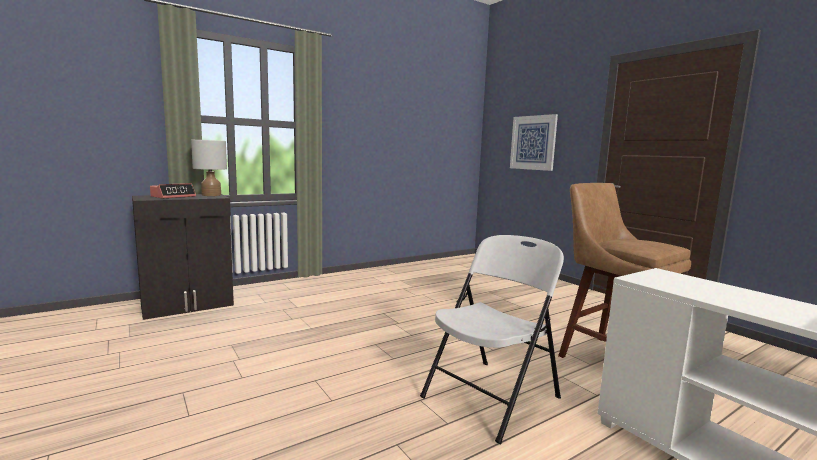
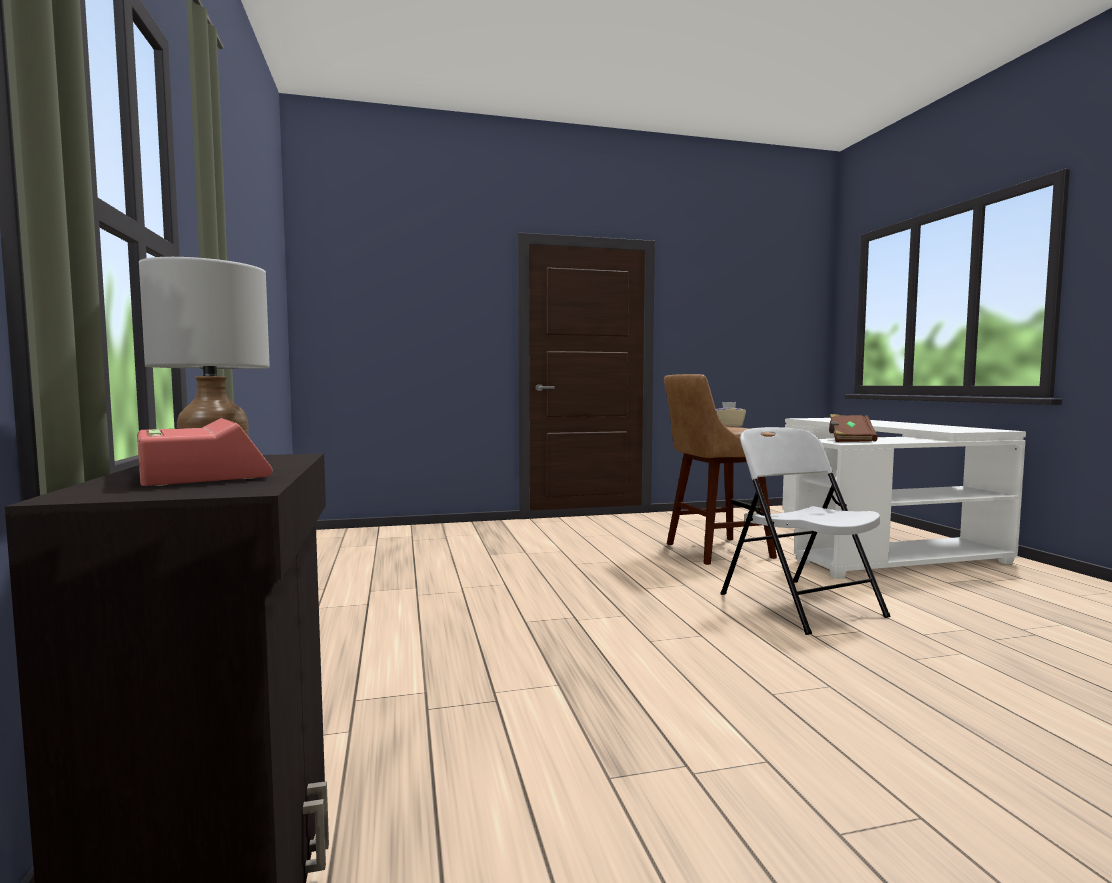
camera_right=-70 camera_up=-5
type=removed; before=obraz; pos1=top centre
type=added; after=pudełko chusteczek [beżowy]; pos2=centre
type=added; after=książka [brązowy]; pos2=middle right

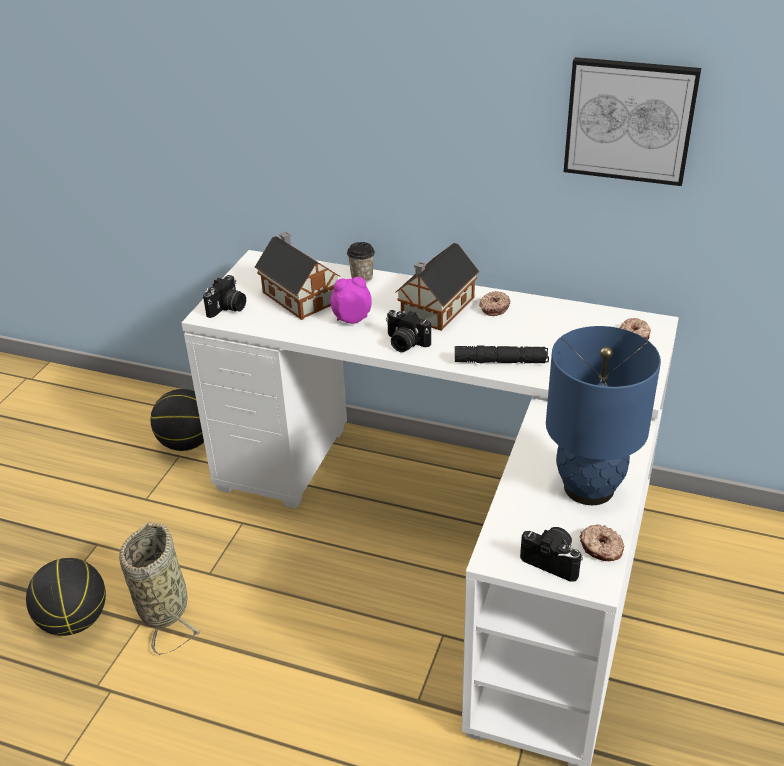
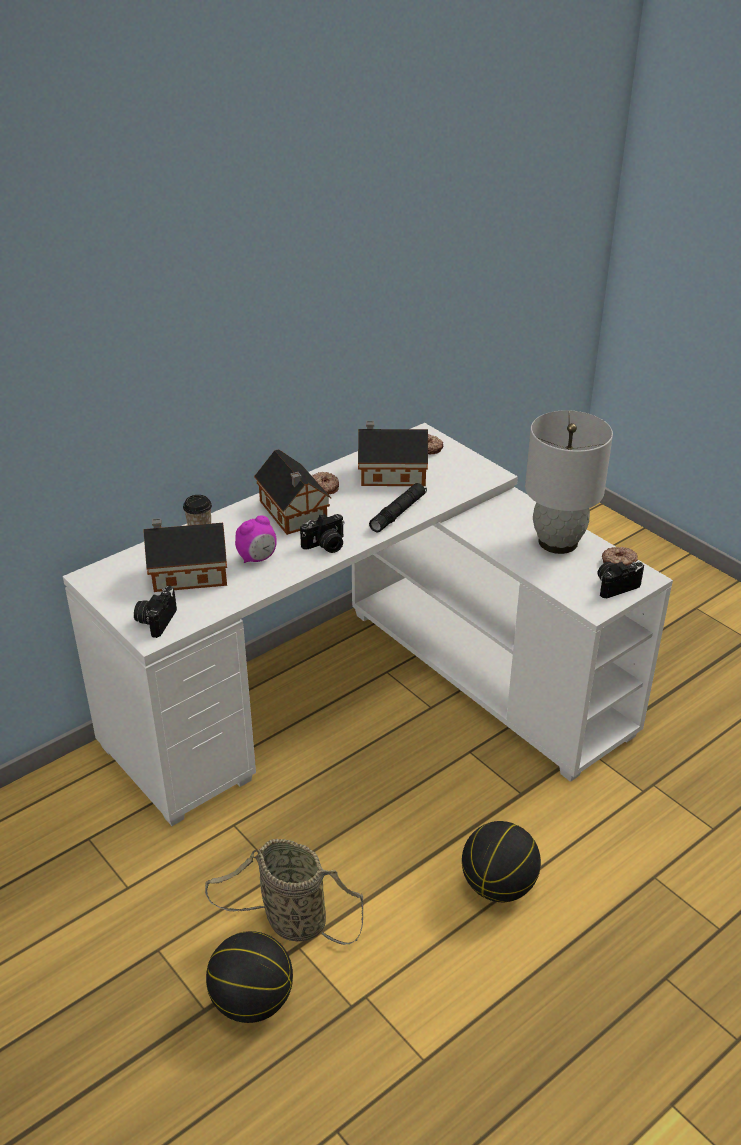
camera_right=-60 camera_up=0
type=removed; before=obraz; pos1=top right
type=turned; before=aparat fotograficzny (1st from left); pos1=middle left; pos2=middle left; turn=-135
type=turned; before=budzik; pos1=centre; pos2=centre; turn=-150
type=recoloured; before=lampa stołowa [niebieski]; after=lampa stołowa [biały]; pos1=middle right; pos2=middle right
type=moved; before=piłka do koszykówki (2nd from left); pos1=middle left; pos2=bottom right
type=added; after=domek (3rd from left); pos2=centre

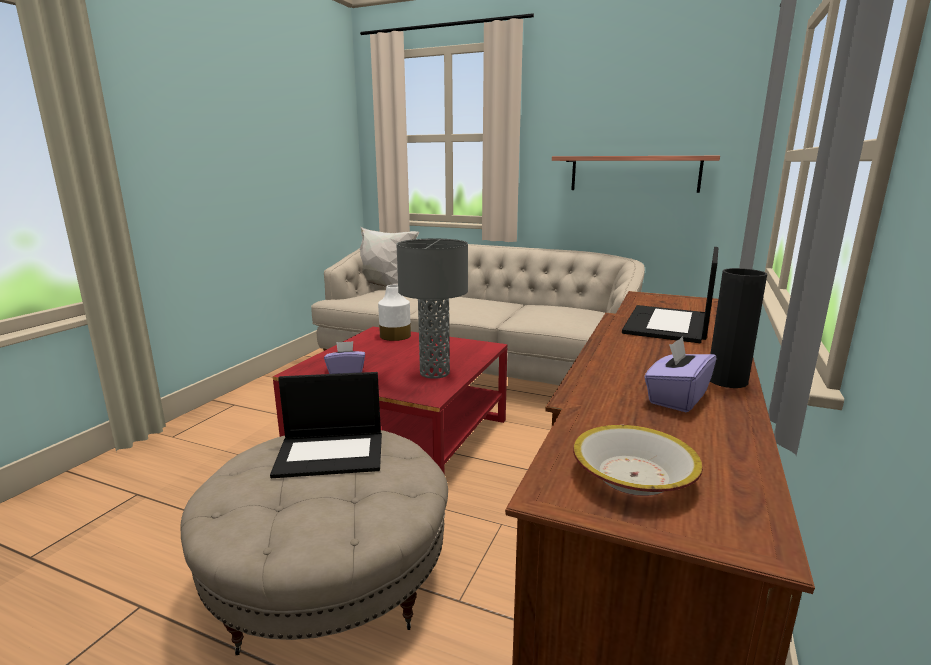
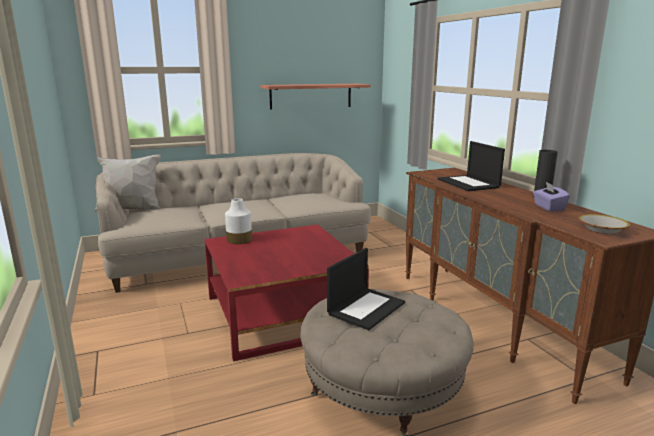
camera_right=-45 camera_up=0
type=removed; before=lampa stołowa [szary]; pos1=centre
type=removed; before=pudełko chusteczek [fioletowy] (1st from left); pos1=centre

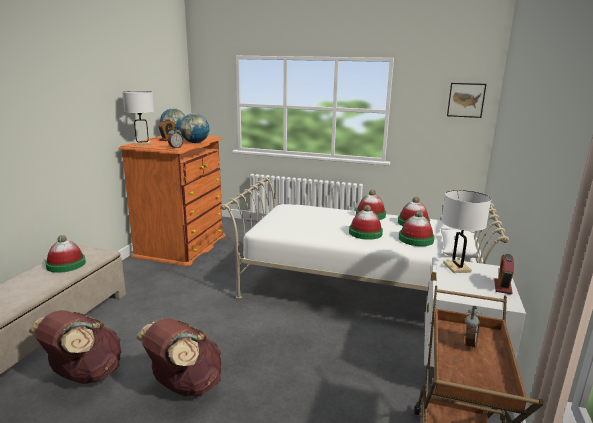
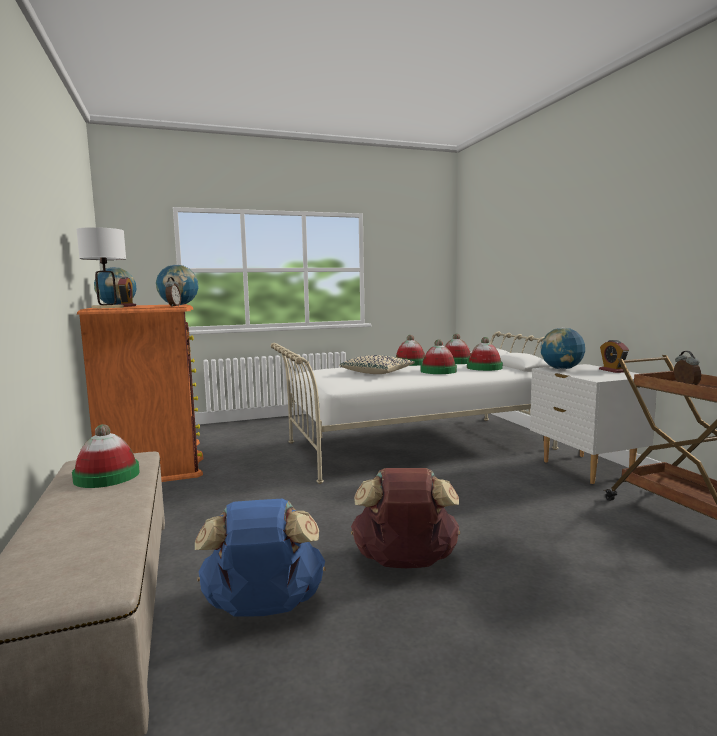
camera_right=-35 camera_up=-10
type=removed; before=obraz; pos1=top right
type=replaced; before=lampa stołowa [biały] (2nd from left); after=globus (3rd from left); pos1=middle right; pos2=middle right
type=recoloured; before=plecak [brązowy] (1st from left); after=plecak [niebieski]; pos1=bottom left; pos2=bottom centre
type=added; after=poduszka [beżowy]; pos2=centre

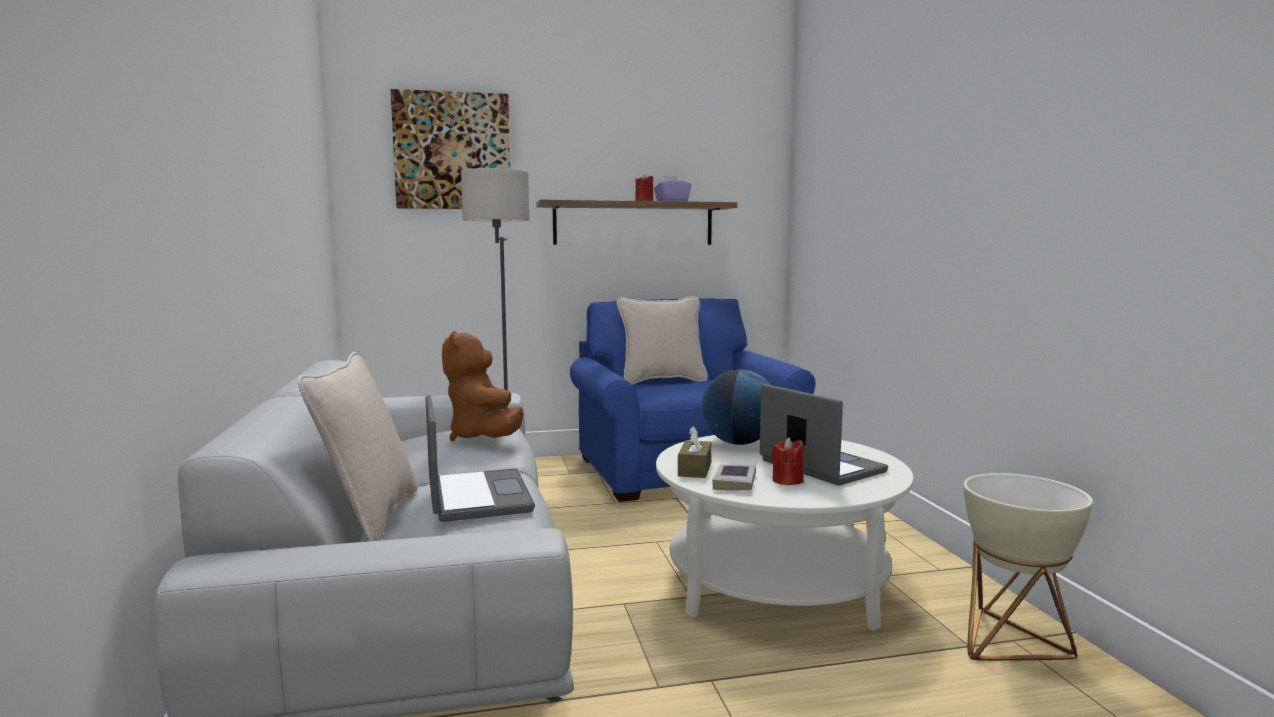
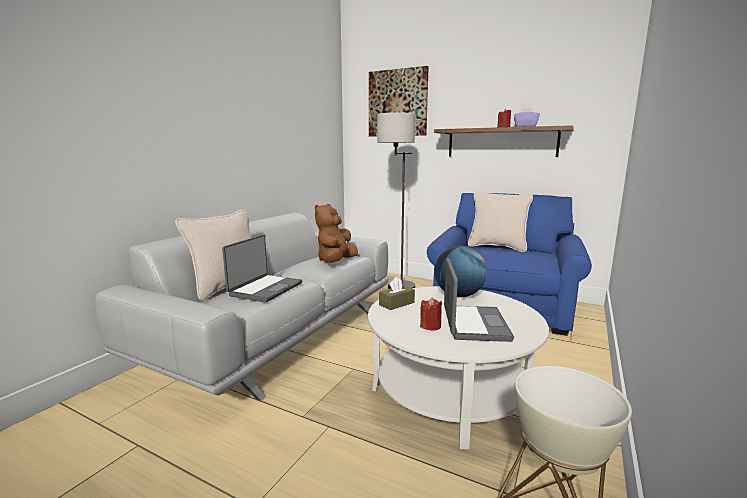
camera_right=40 camera_up=5
type=removed; before=książka; pos1=centre

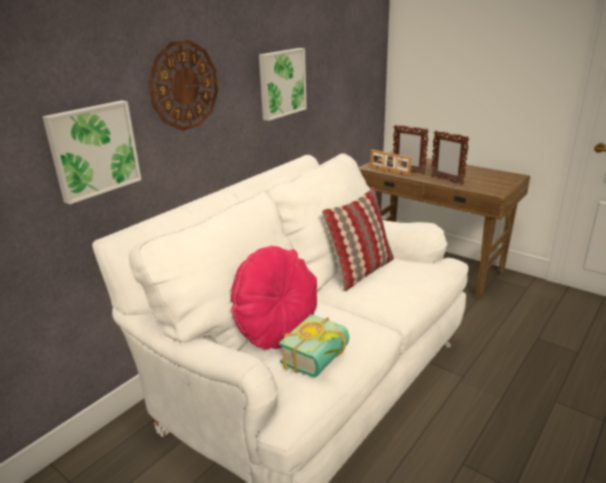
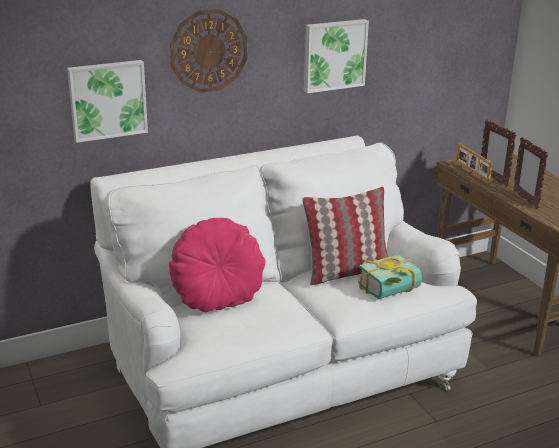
camera_right=25 camera_up=0
type=moved; before=książka; pos1=bottom centre; pos2=middle right

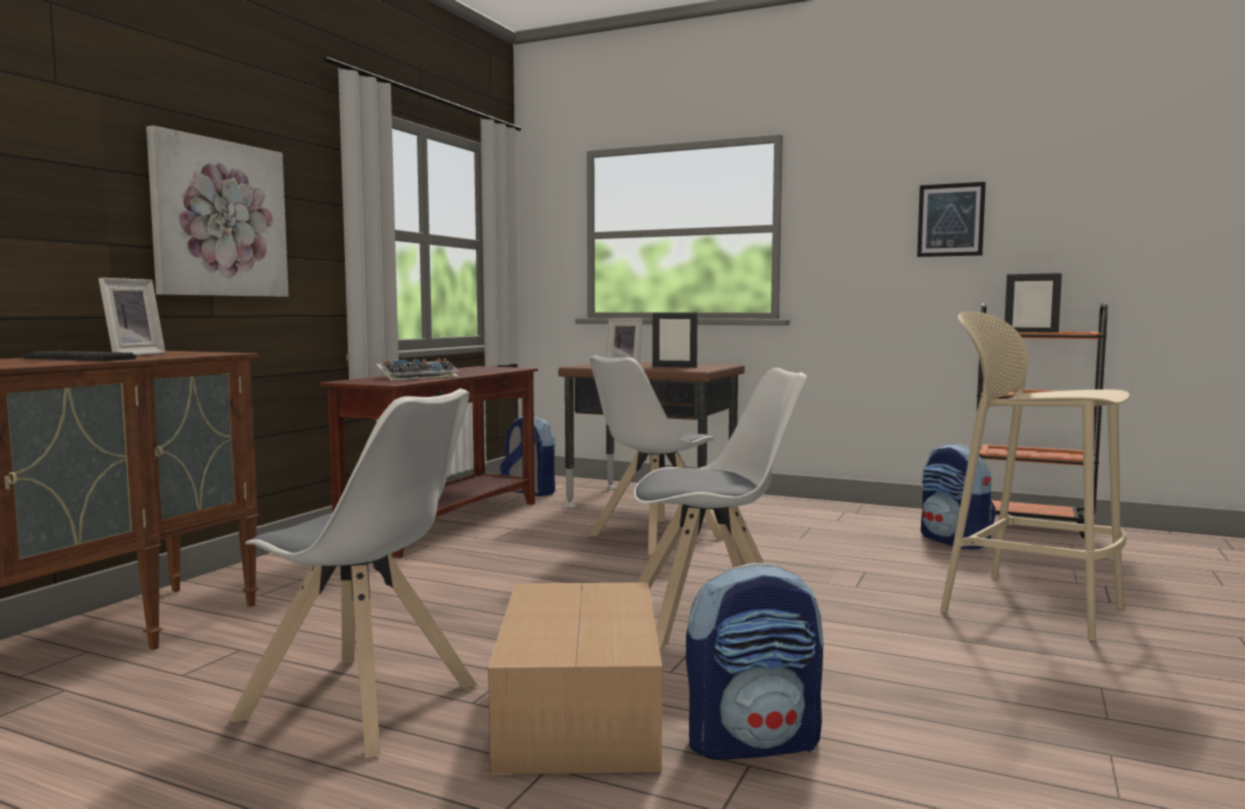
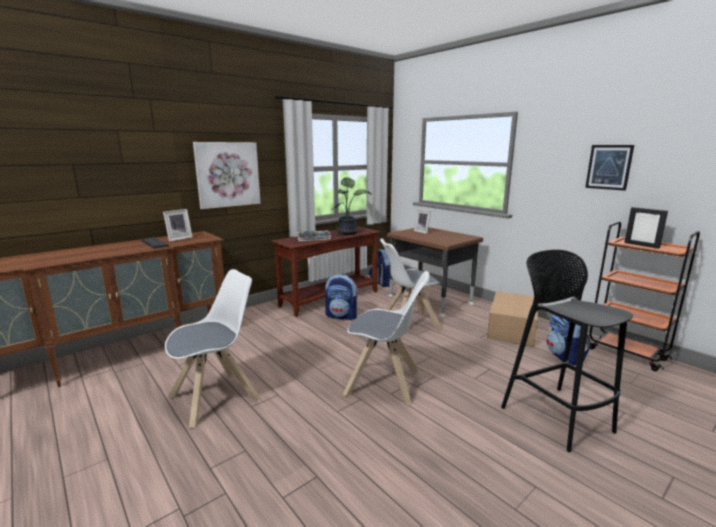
camera_right=25 camera_up=10
type=recoloured; before=stołek [beżowy]; after=stołek [czarny]; pos1=middle right; pos2=middle right
type=removed; before=ramka na zdjęcie (3rd from left); pos1=centre
type=turned; before=krzesło (1st from left); pos1=bottom left; pos2=middle left; turn=-90
type=moved; before=plecak (2nd from left in the first image); after=plecak (1st from left); pos1=bottom centre; pos2=centre
type=moved; before=karton; pos1=bottom centre; pos2=middle right
type=added; after=roślina doniczkowa; pos2=centre

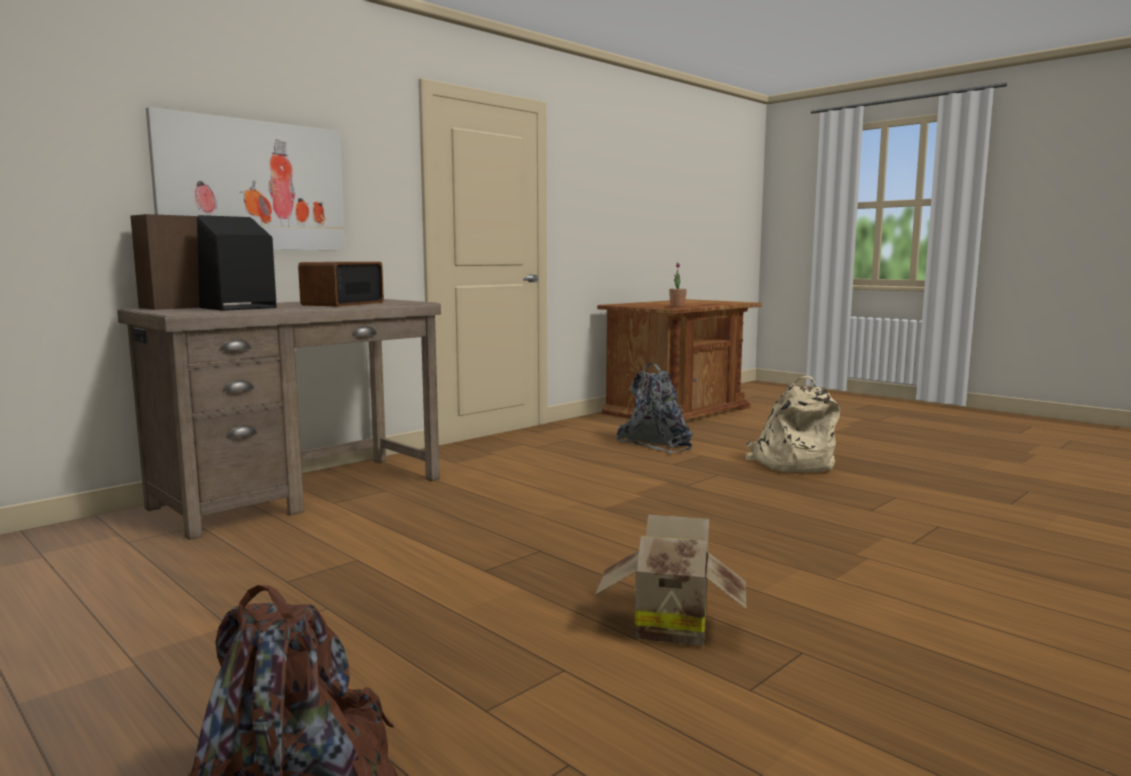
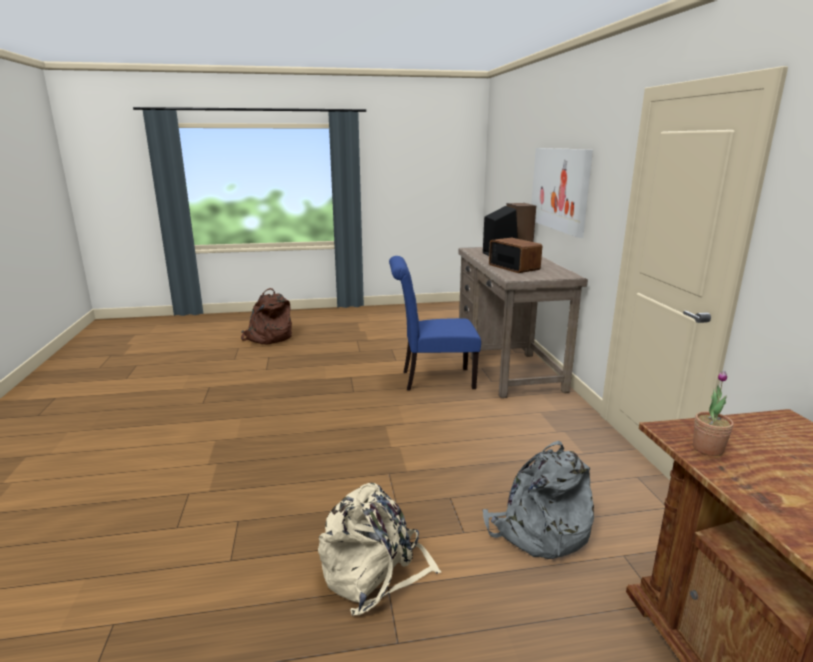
camera_right=125 camera_up=10
type=removed; before=karton; pos1=bottom centre
type=added; after=krzesło [niebieski]; pos2=centre

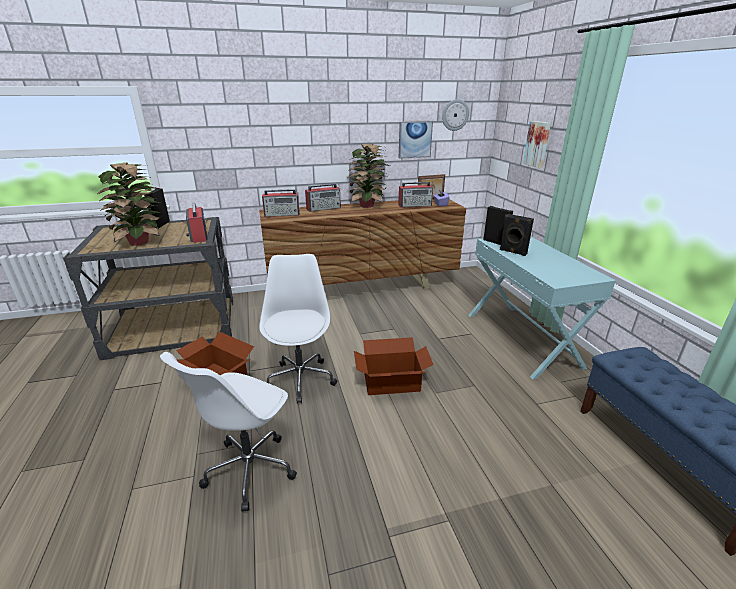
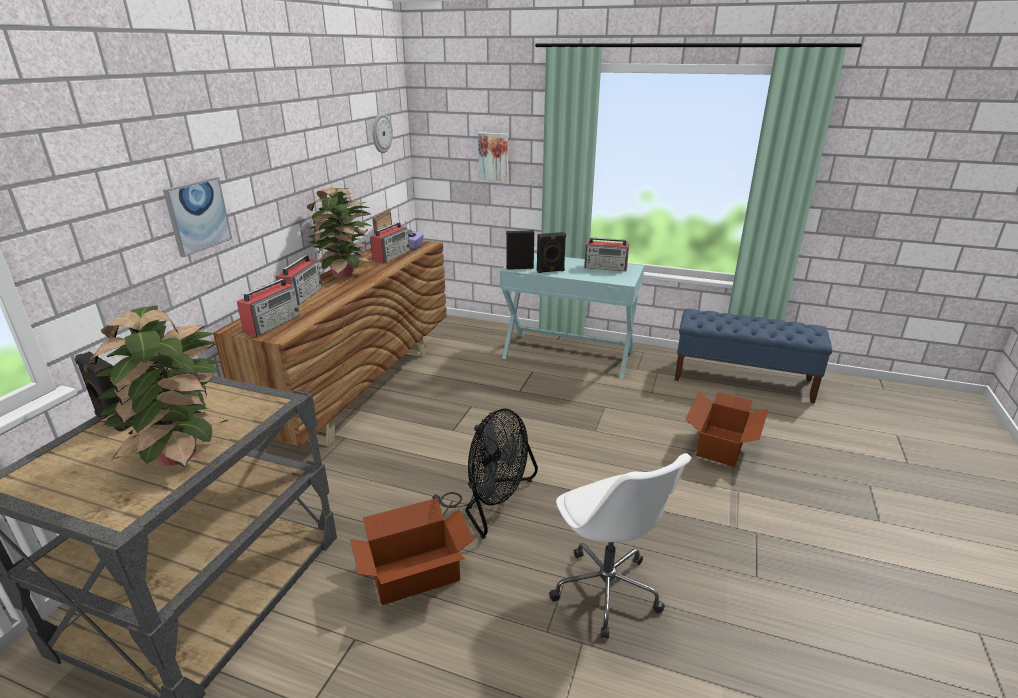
camera_right=-55 camera_up=0
type=moved; before=obraz (1st from left); pos1=top centre; pos2=top left
type=moved; before=radio (1st from left in the first image); after=radio (4th from left); pos1=middle left; pos2=centre
type=replaced; before=krzesło biurowe [biały] (2nd from left); after=wentylator [czarny]; pos1=centre; pos2=bottom centre
type=moved; before=karton (2nd from left); pos1=centre; pos2=middle right

